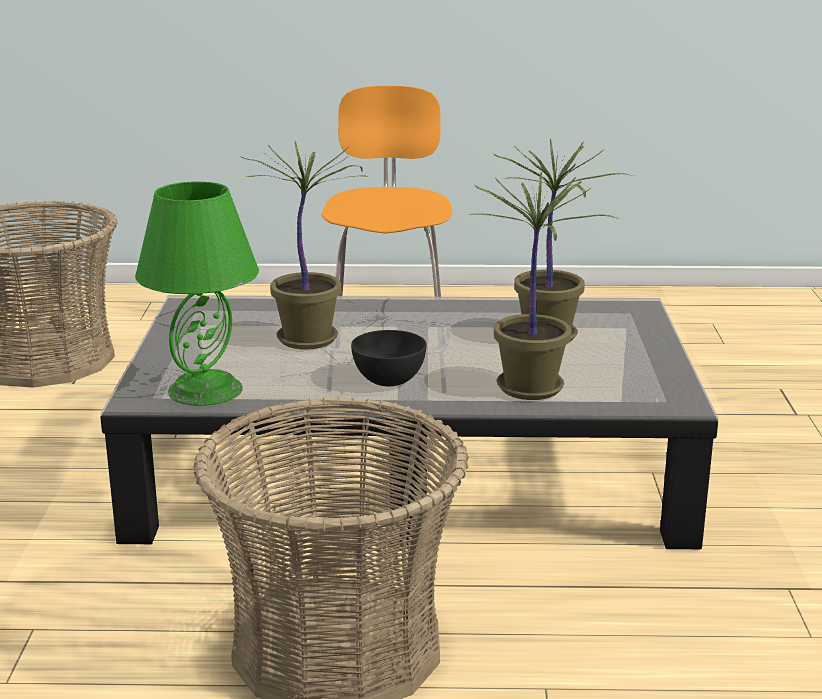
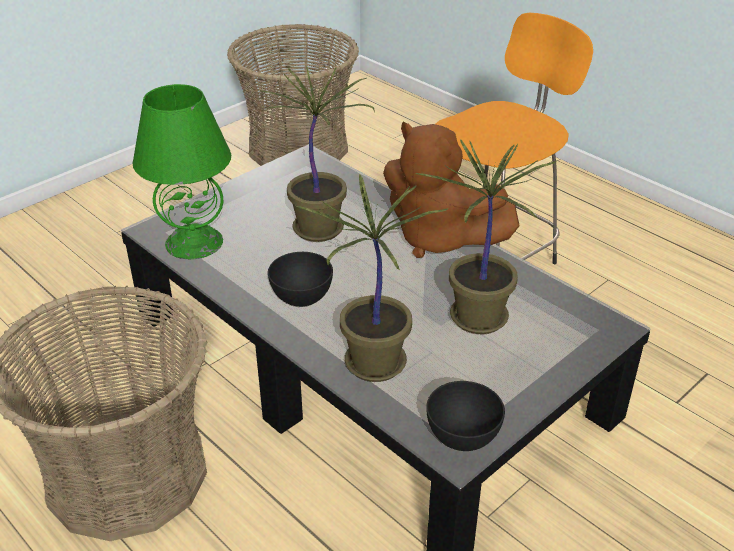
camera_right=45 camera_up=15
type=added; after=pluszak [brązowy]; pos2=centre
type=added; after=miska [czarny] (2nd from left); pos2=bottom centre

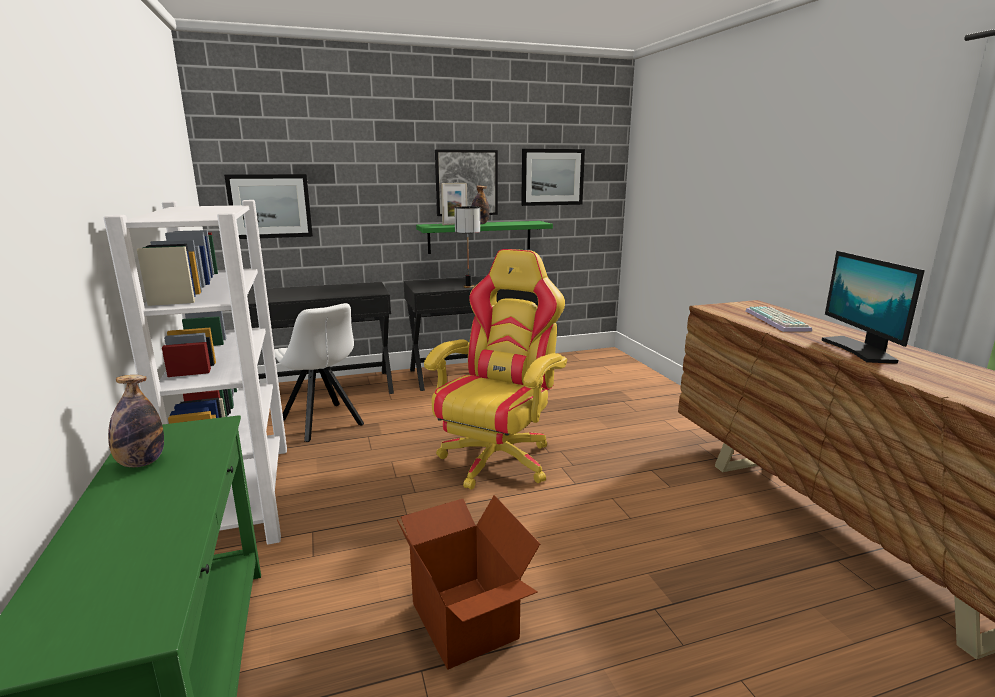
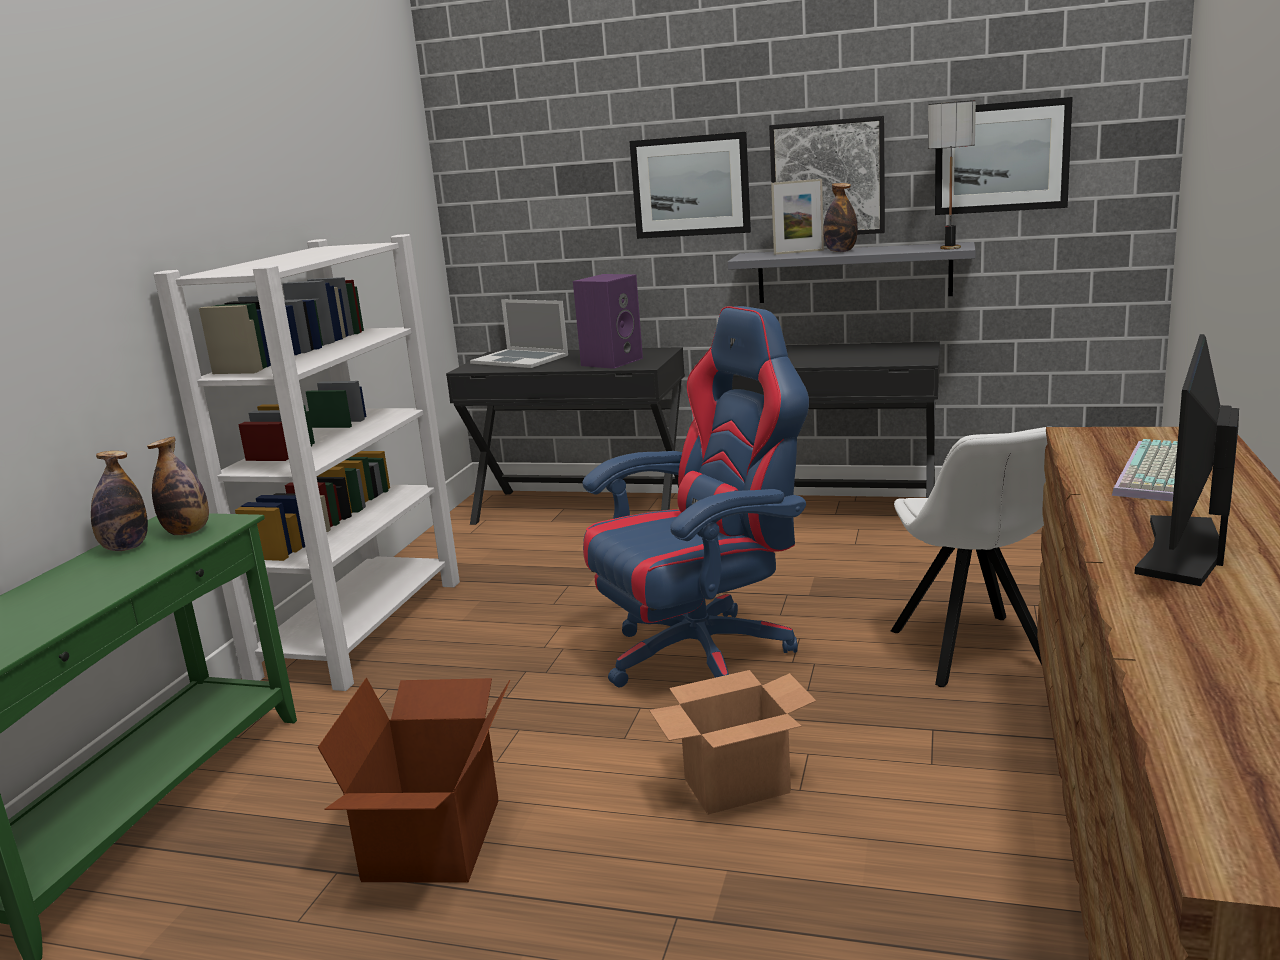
camera_right=35 camera_up=0
type=moved; before=obraz (1st from left); pos1=top left; pos2=top centre
type=moved; before=lampa stołowa; pos1=centre; pos2=top right
type=recoloured; before=półka [zielony]; after=półka [szary]; pos1=centre; pos2=top centre
type=recoloured; before=krzesło biurowe [żółty]; after=krzesło biurowe [niebieski]; pos1=centre; pos2=centre
type=moved; before=krzesło [biały]; pos1=middle left; pos2=middle right
type=added; after=głośnik [fioletowy]; pos2=centre
type=added; after=laptop; pos2=centre
type=added; after=butelka (2nd from left); pos2=middle left
type=added; after=karton (2nd from left); pos2=bottom centre

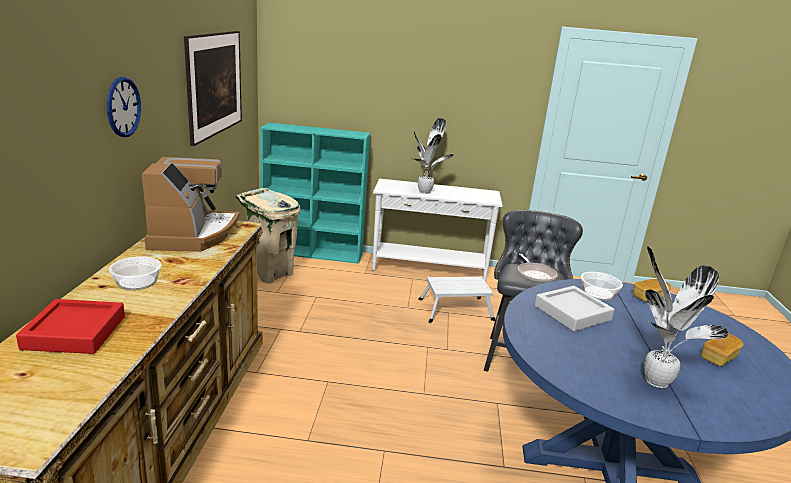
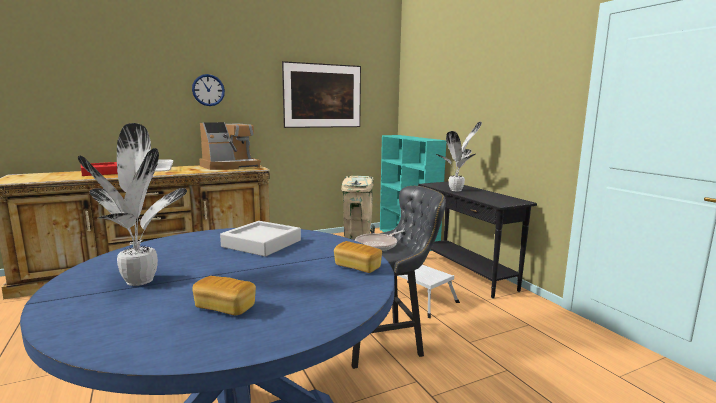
camera_right=60 camera_up=-10
type=recoloured; before=stolik konsolowy [biały]; after=stolik konsolowy [czarny]; pos1=centre; pos2=centre
type=removed; before=miska (2nd from left); pos1=middle right

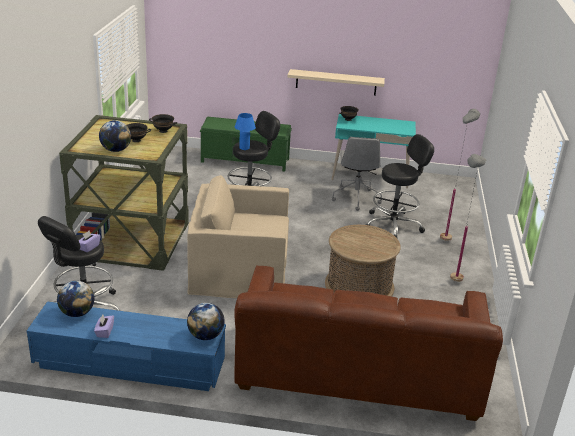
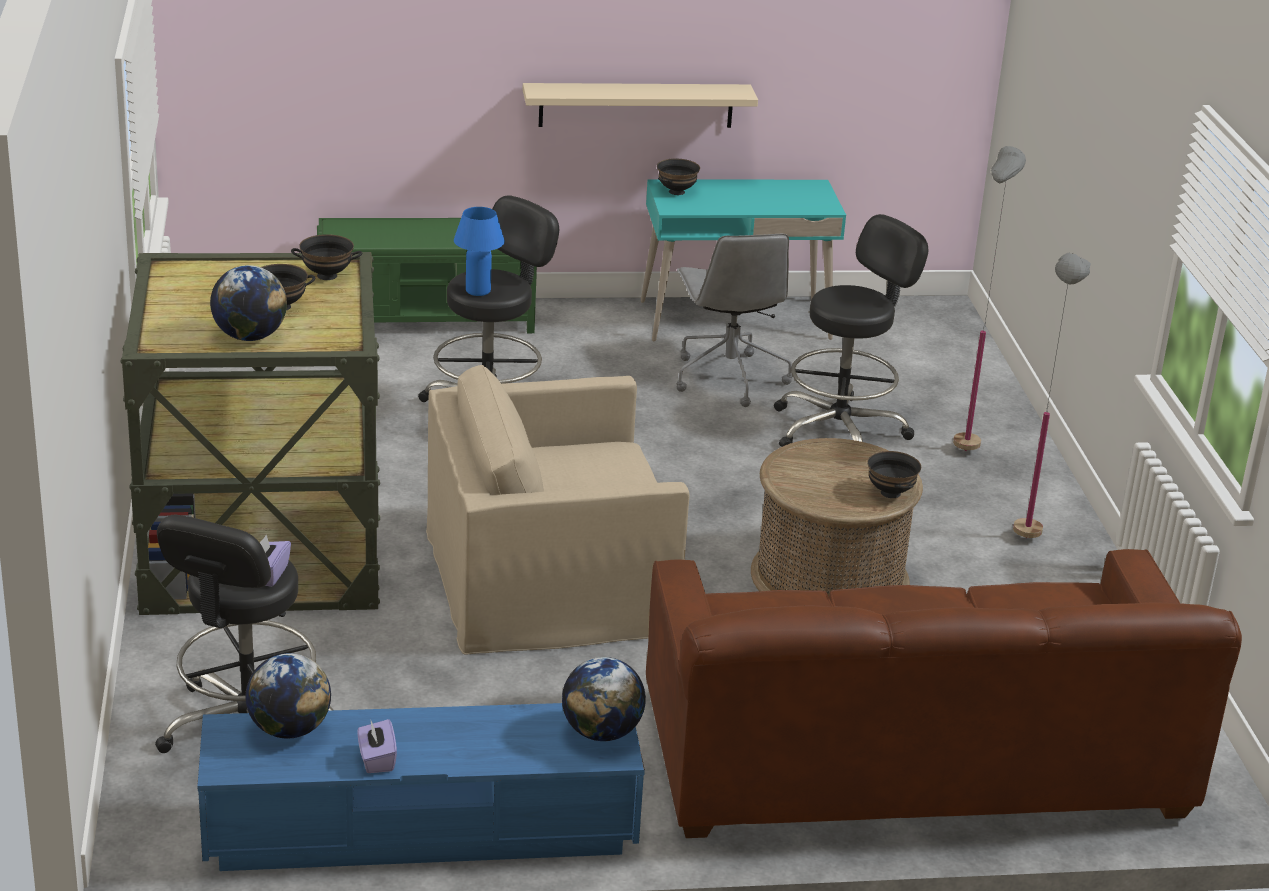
camera_right=-15 camera_up=0
type=added; after=miska [czarny] (4th from left); pos2=middle right

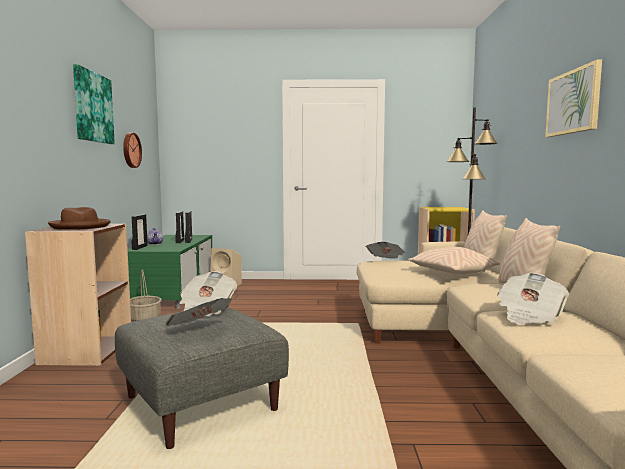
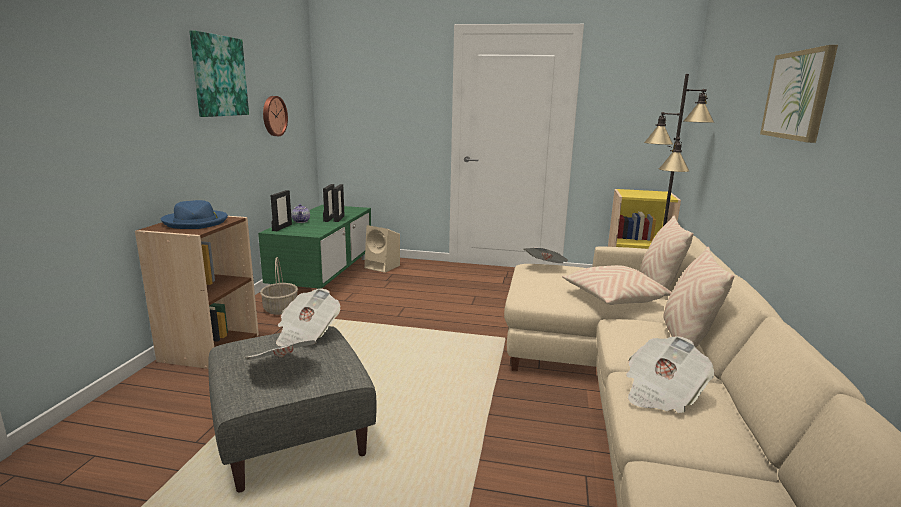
camera_right=10 camera_up=10
type=recoloured; before=kapelusz [brązowy]; after=kapelusz [niebieski]; pos1=middle left; pos2=middle left

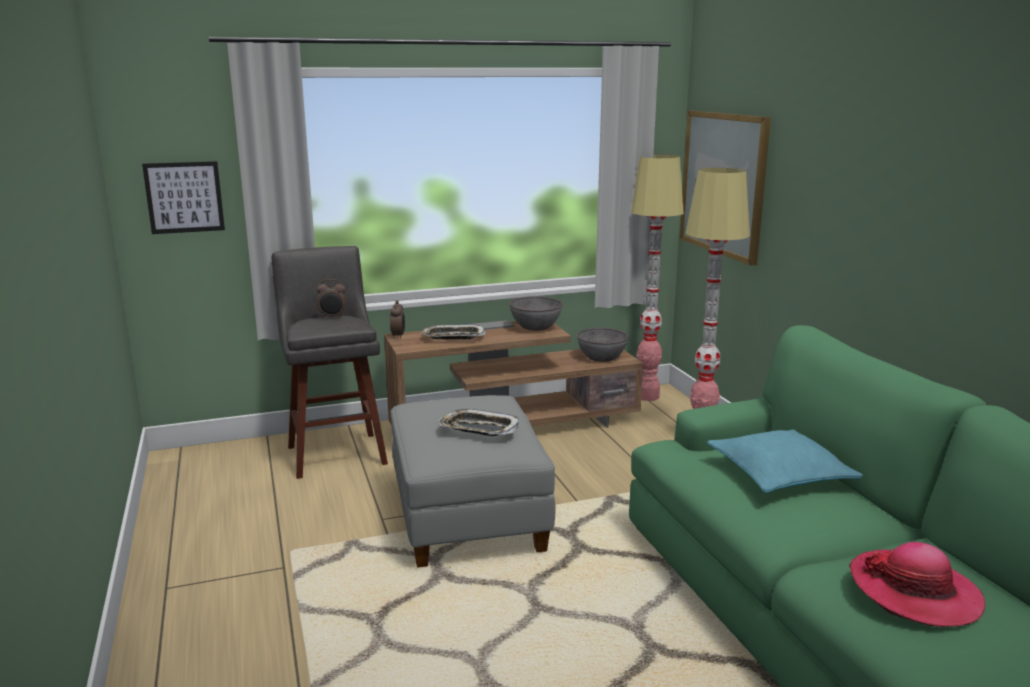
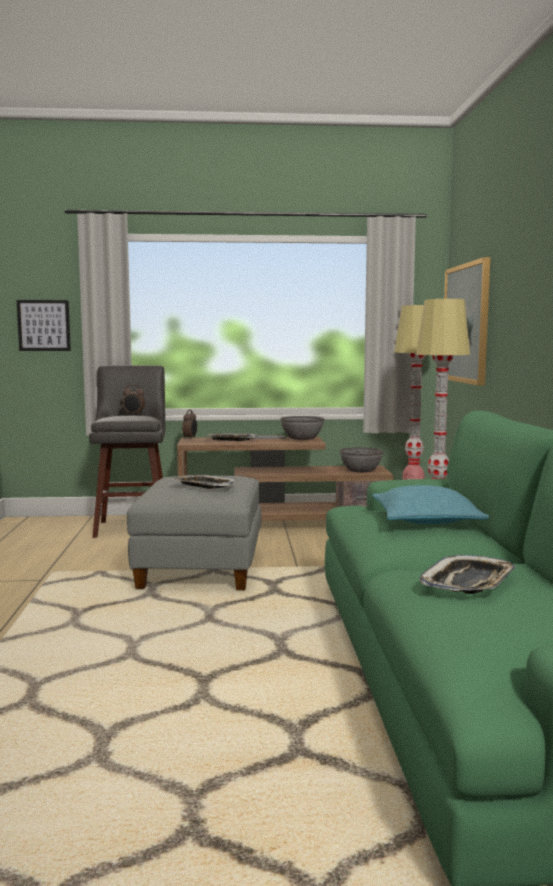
camera_right=15 camera_up=-10
type=replaced; before=kapelusz; after=taca (3rd from left); pos1=bottom right; pos2=middle right

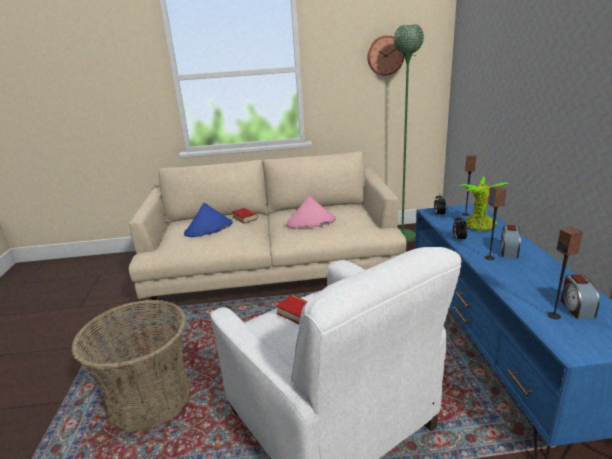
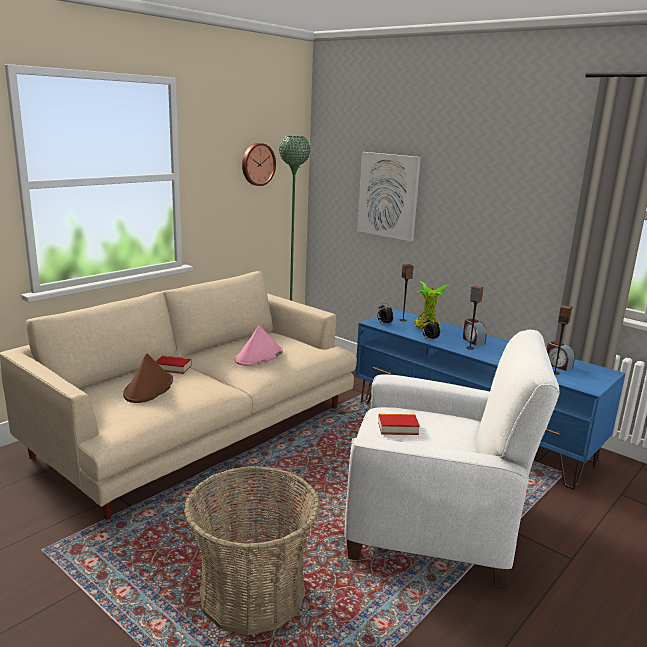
camera_right=-45 camera_up=-5
type=recoloured; before=kapelusz [niebieski]; after=kapelusz [brązowy]; pos1=centre; pos2=middle left
type=added; after=obraz; pos2=top centre

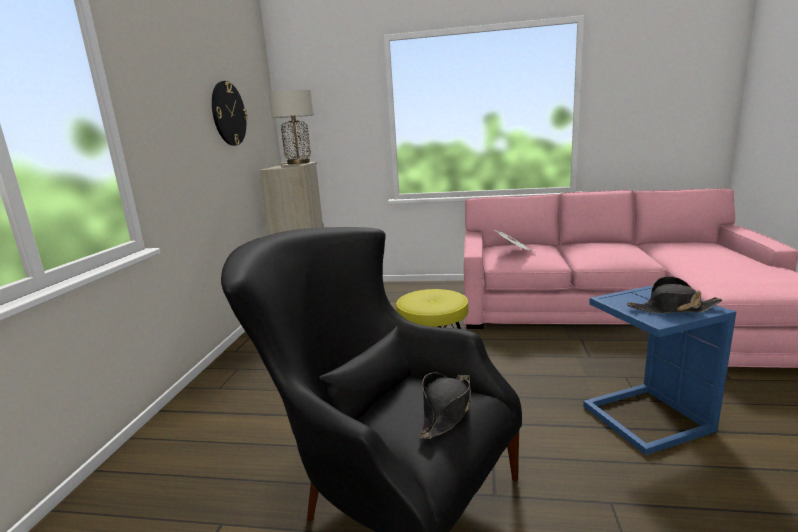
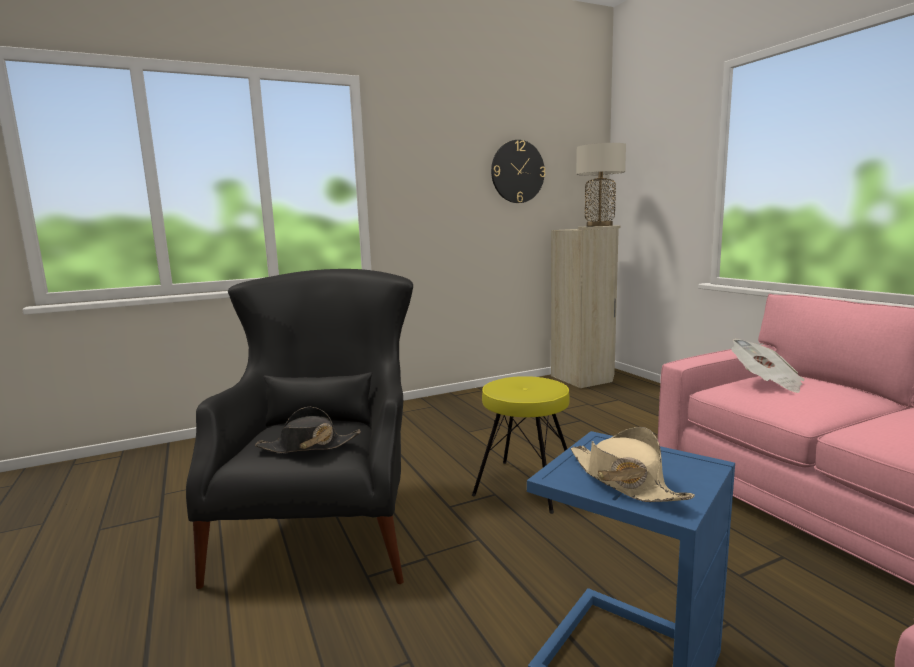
camera_right=55 camera_up=-5
type=recoloured; before=kapelusz [czarny] (2nd from left); after=kapelusz [beżowy]; pos1=middle right; pos2=bottom right

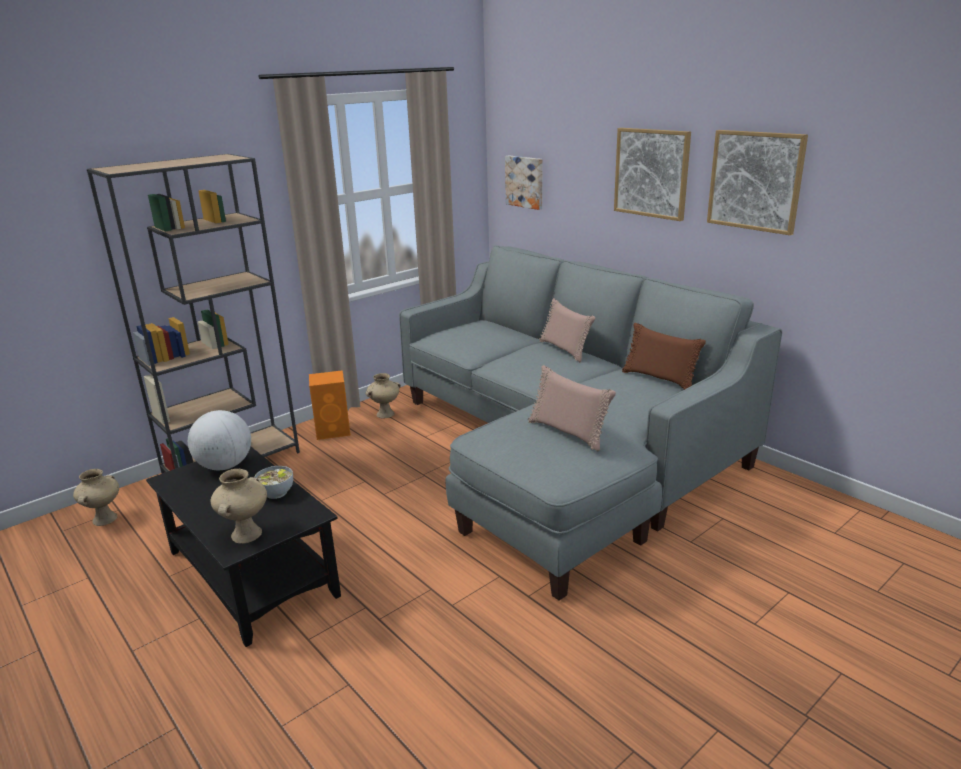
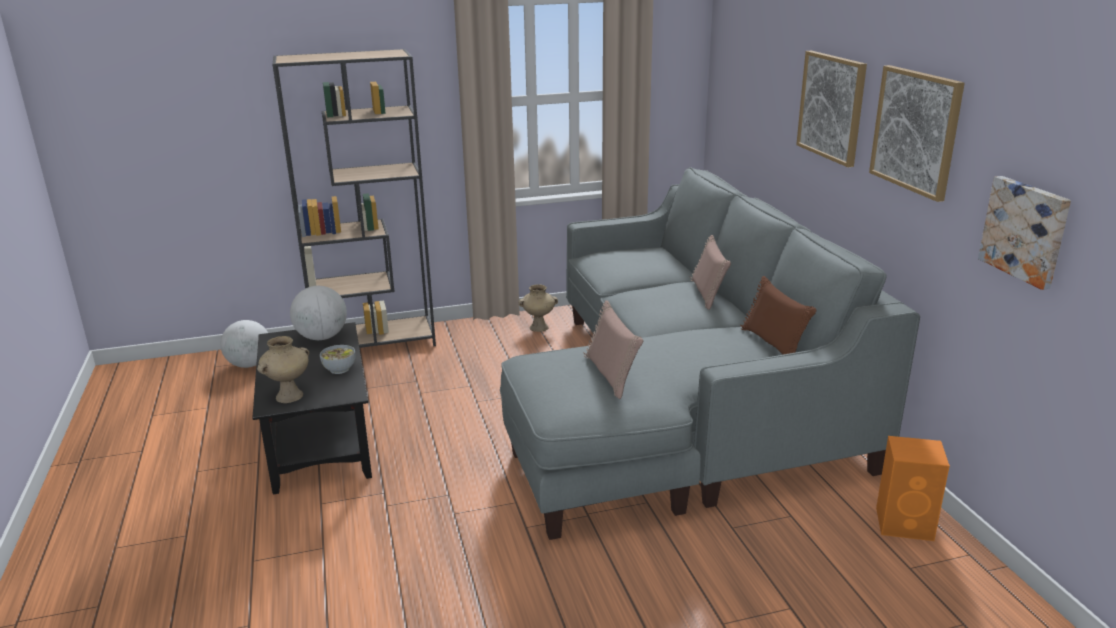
camera_right=25 camera_up=0
type=moved; before=obraz (1st from left in the first image); after=obraz (3rd from left); pos1=top centre; pos2=middle right
type=moved; before=głośnik [pomarańczowy]; pos1=centre; pos2=bottom right
type=replaced; before=wazon [beżowy] (1st from left); after=globus (1st from left); pos1=middle left; pos2=middle left

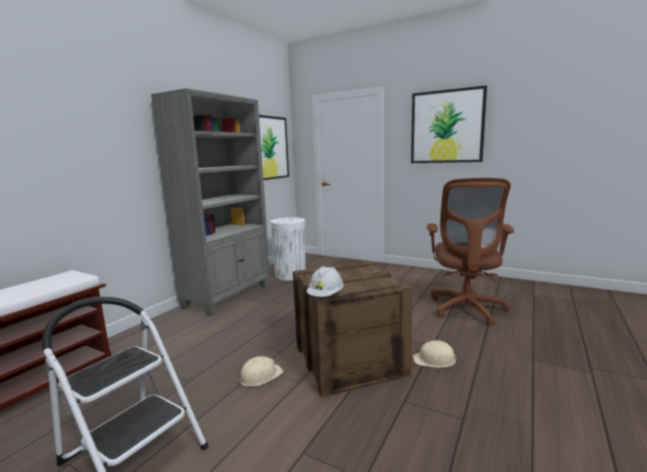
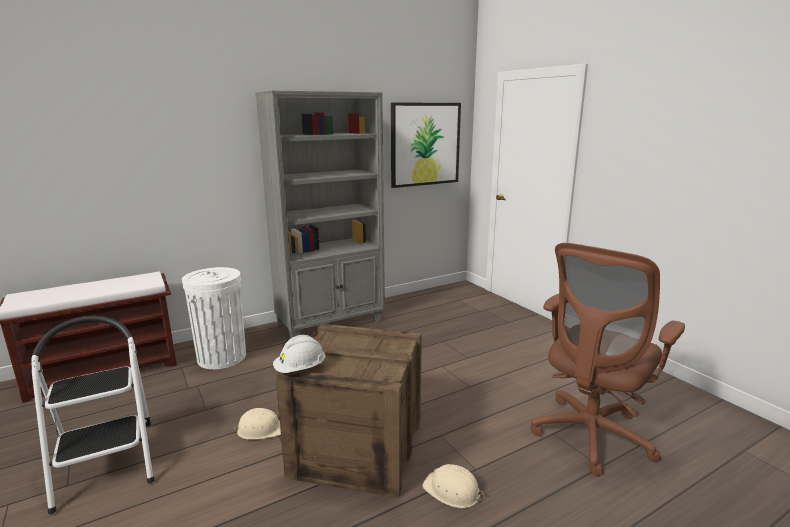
camera_right=30 camera_up=5
type=removed; before=obraz (2nd from left); pos1=top right
type=moved; before=kosz na śmieci [biały]; pos1=centre; pos2=middle left

